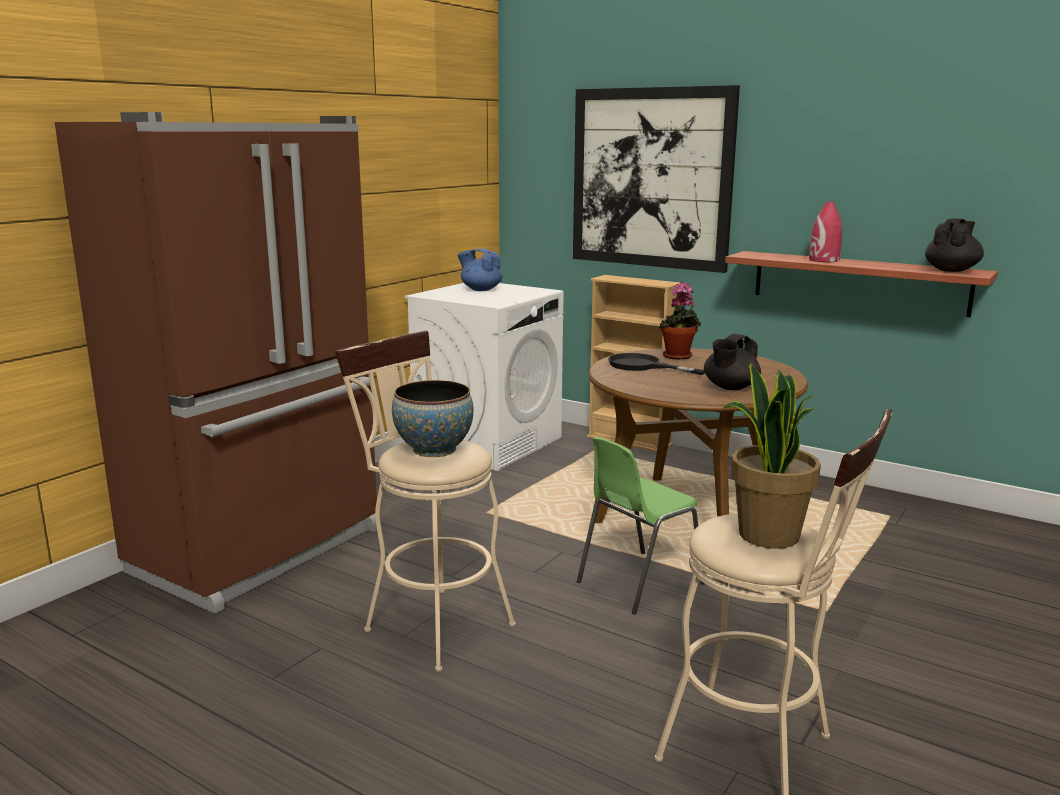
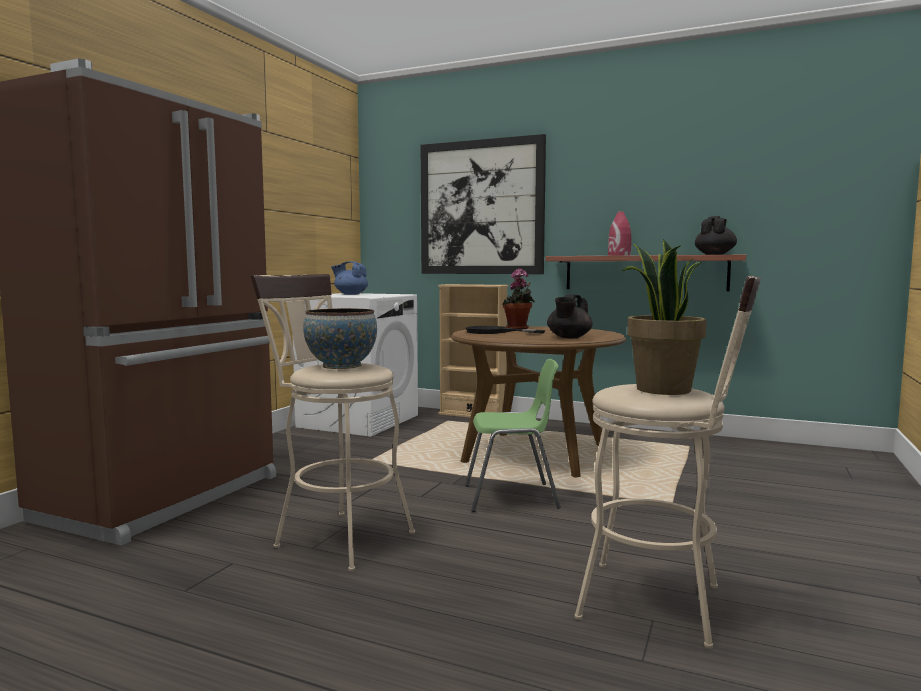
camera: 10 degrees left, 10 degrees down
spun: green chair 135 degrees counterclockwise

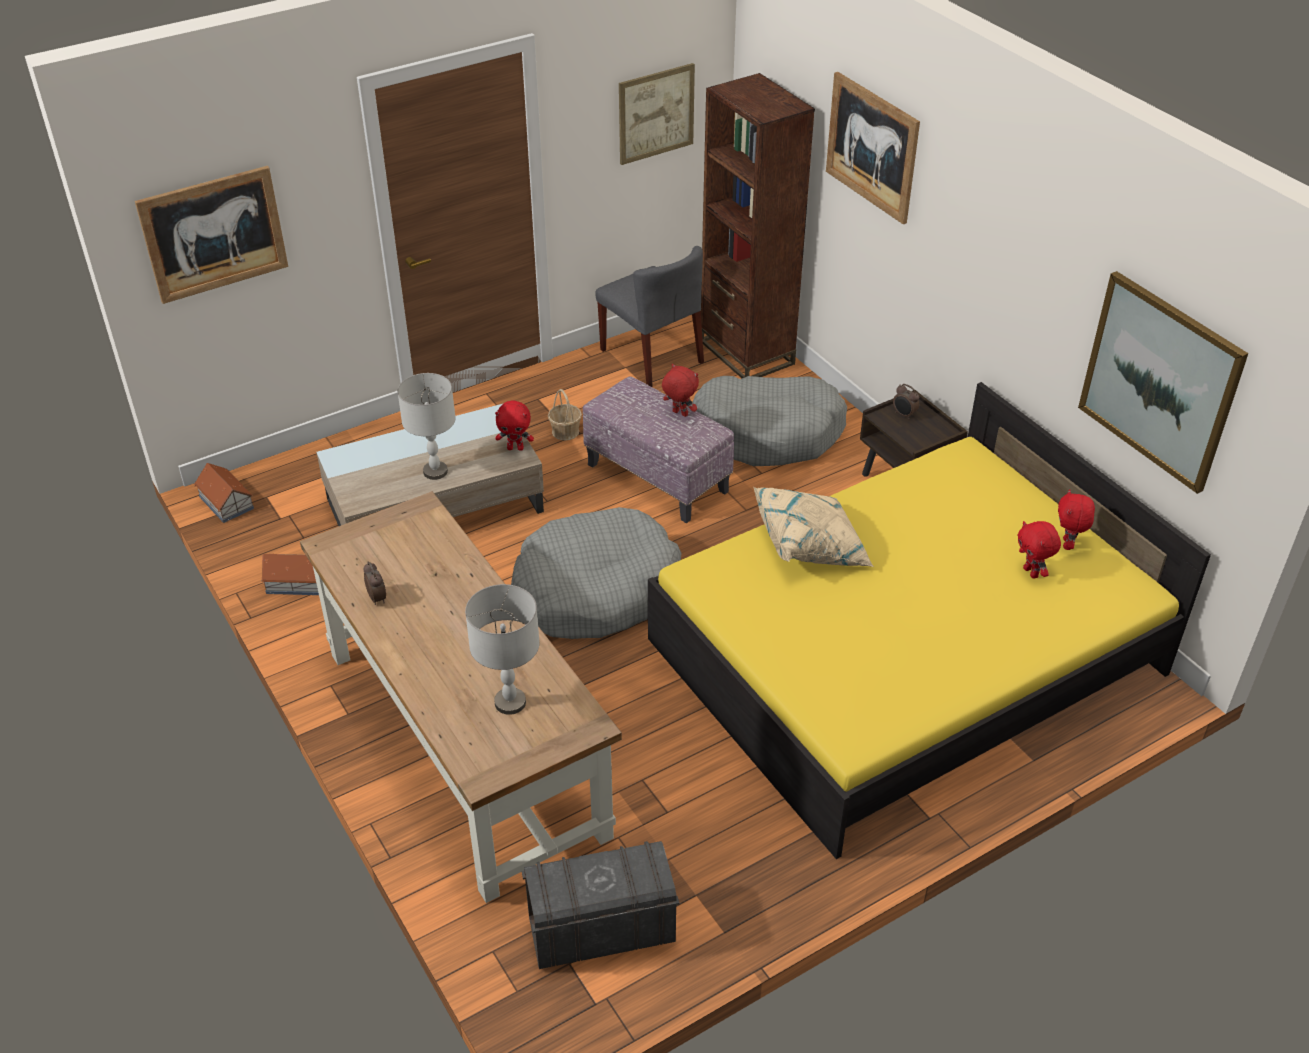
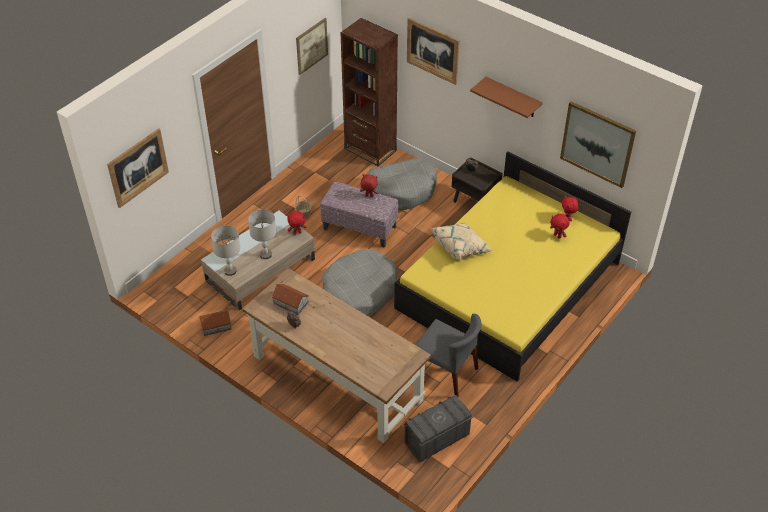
camera: 20 degrees left, 5 degrees up
appeared: brown shelf
relocated: grey chair; toy house (no. 1 from left in the first image) to toy house (no. 2 from left); grey table lamp (no. 2 from left in the first image) to grey table lamp (no. 1 from left)

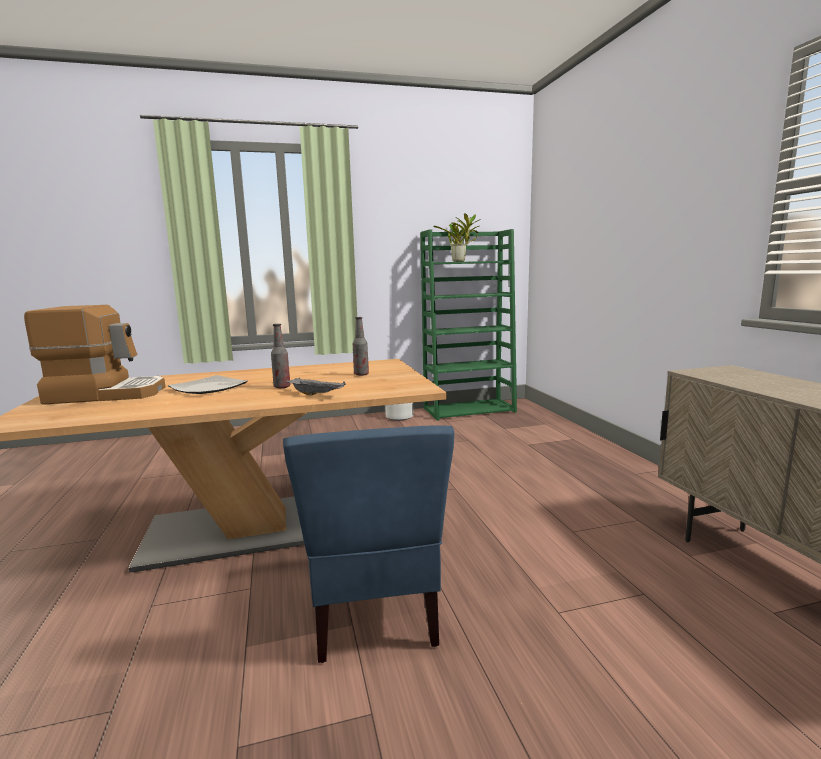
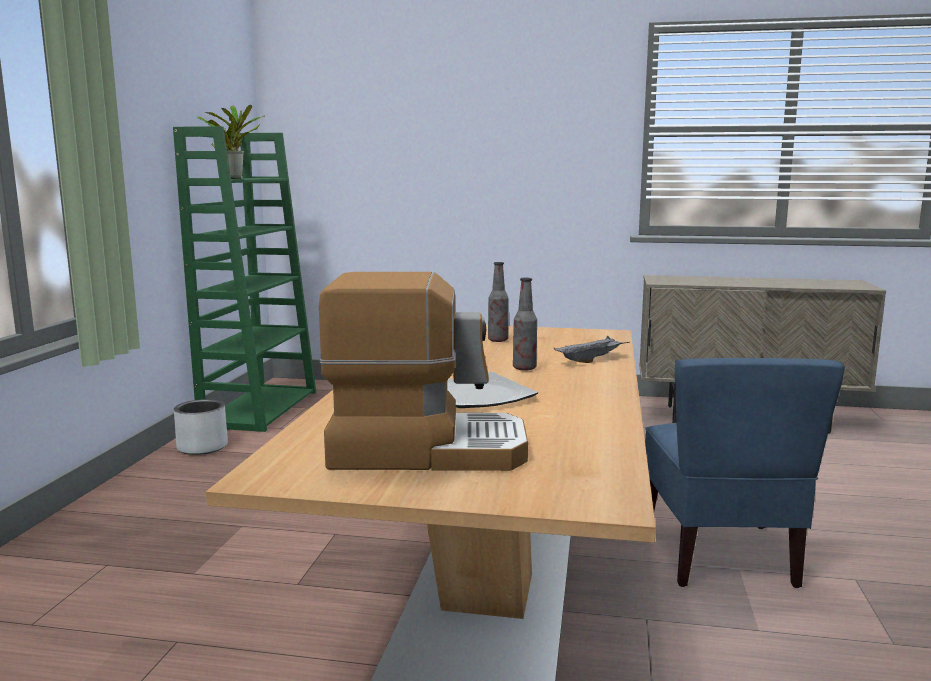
camera: 65 degrees left, 0 degrees up
spun: coffee machine 75 degrees clockwise; blue chair 75 degrees clockwise

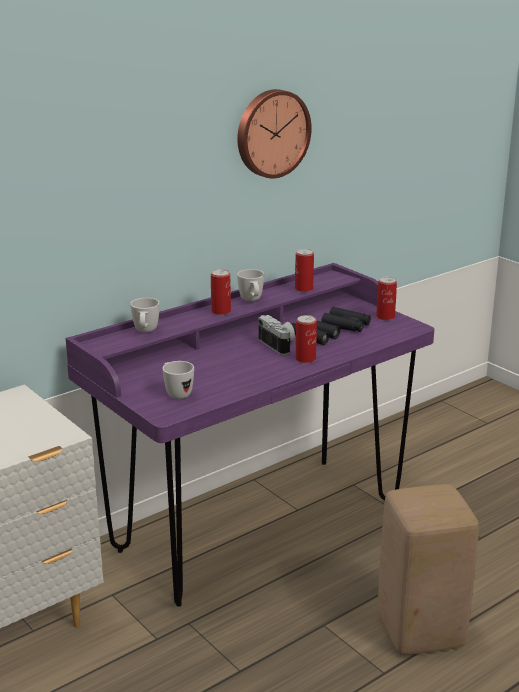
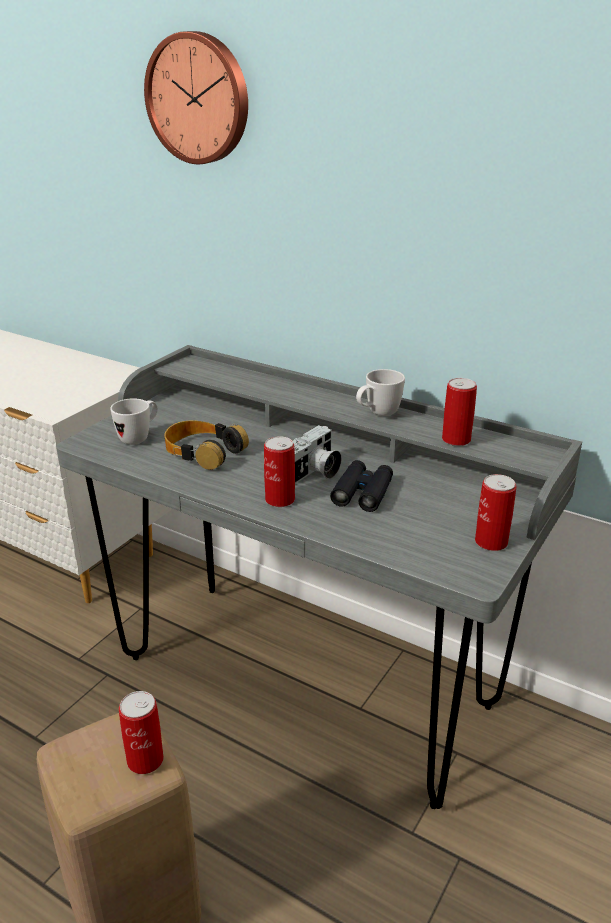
camera: 70 degrees right, 5 degrees up
missing: white mug (no. 1 from left); black binoculars (no. 2 from left)
appeared: headphones
relocated: wall clock; can (no. 1 from left)
colour: purple desk to grey desk

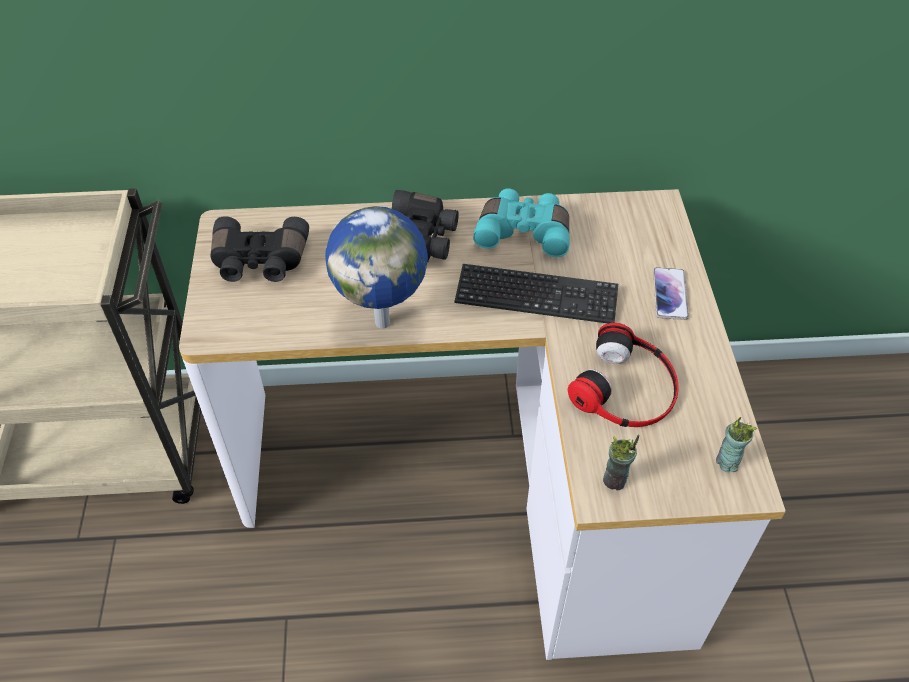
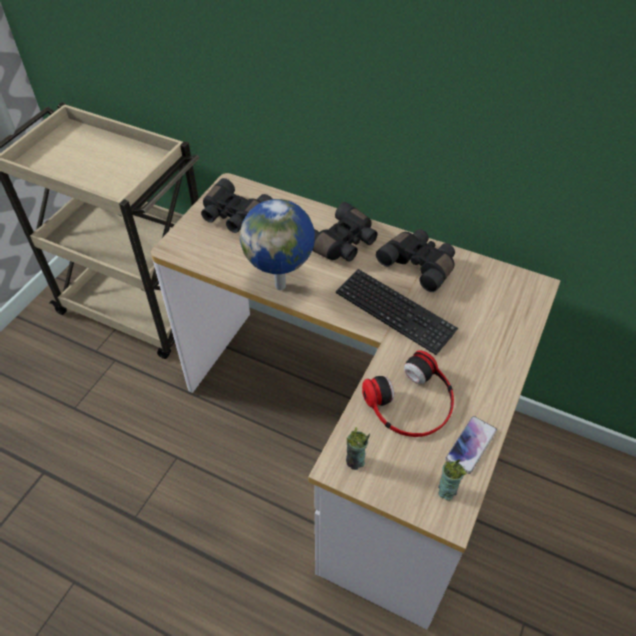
camera: 30 degrees right, 0 degrees up
relocated: phone
colour: turquoise binoculars to black binoculars (no. 3 from left)

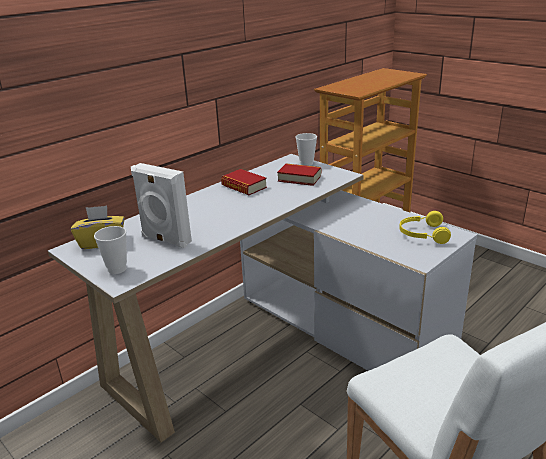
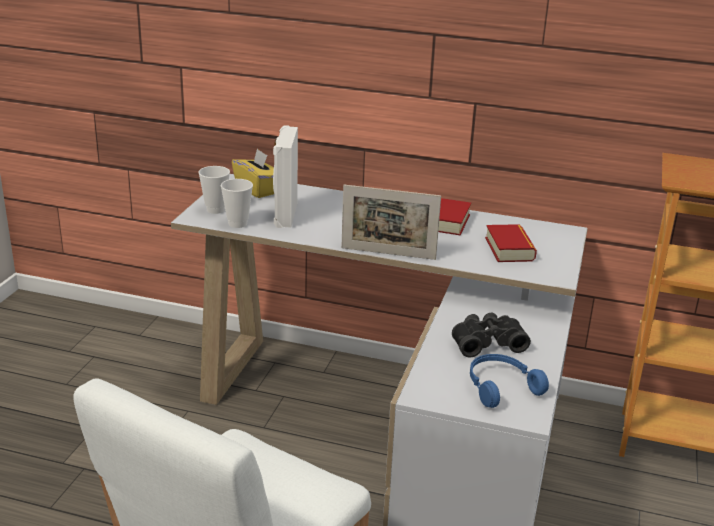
camera: 60 degrees right, 0 degrees up
appeared: picture frame; black binoculars
relocated: cup (no. 2 from left)
colour: yellow headphones to blue headphones

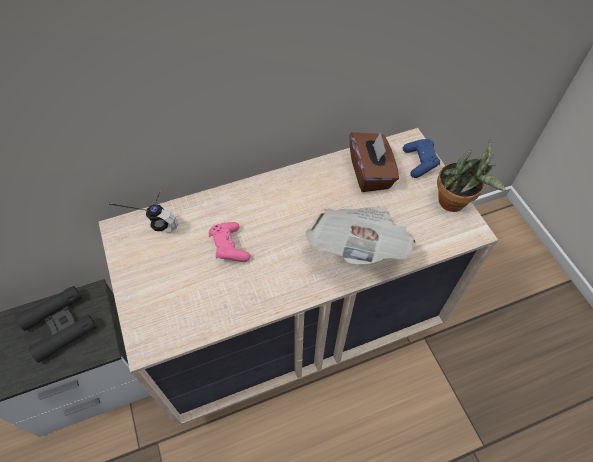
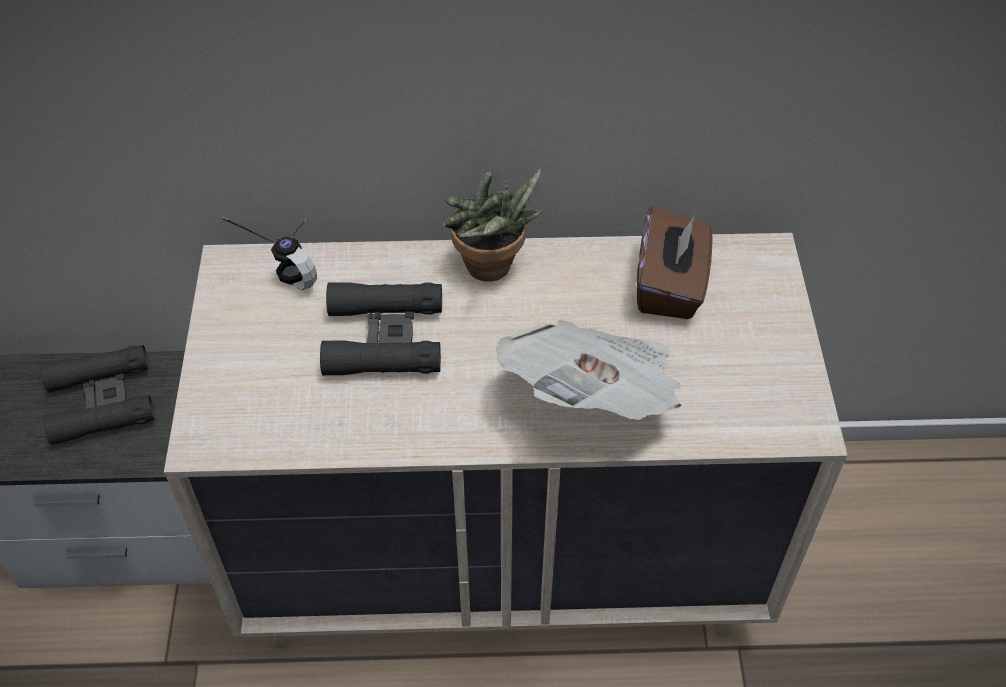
camera: 20 degrees right, 5 degrees down
missing: blue game controller
relocated: potted plant
exchanged: pink game controller to black binoculars (no. 2 from left)

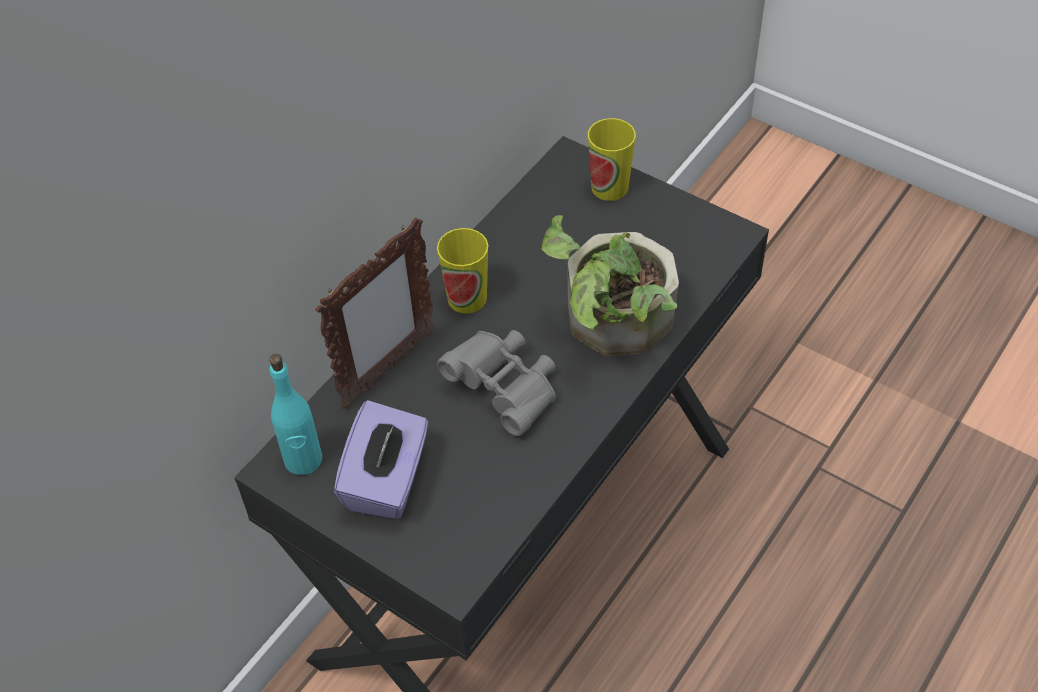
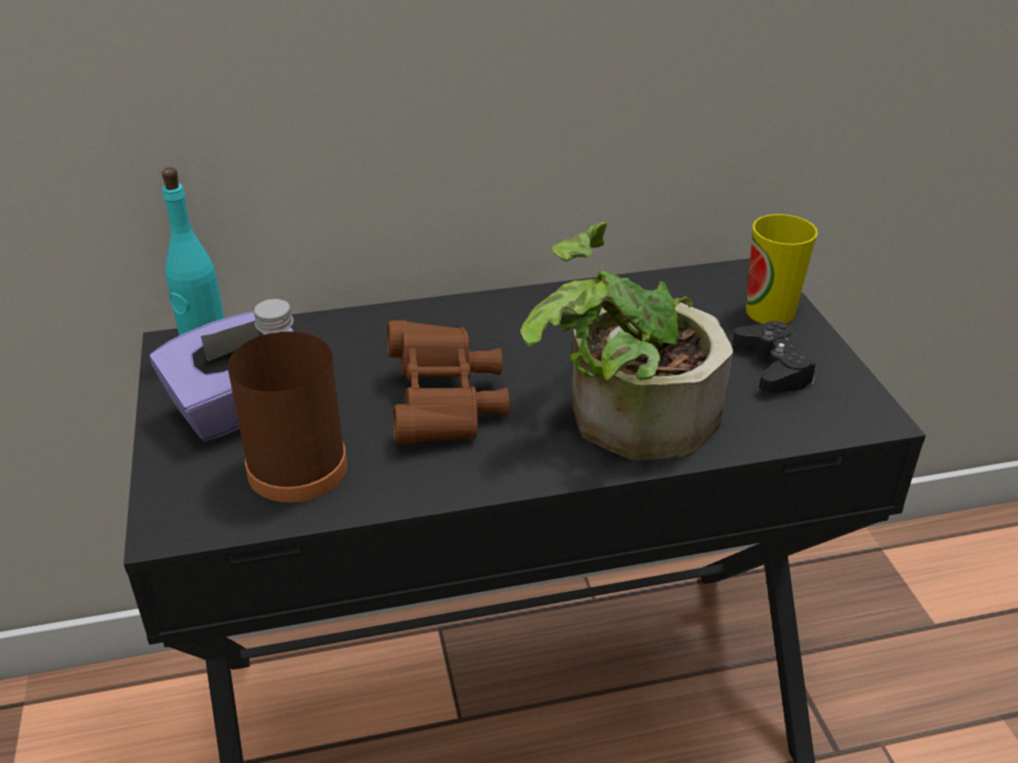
camera: 40 degrees right, 15 degrees down
missing: picture frame; cup (no. 1 from left)
appeared: brown bottle; black game controller
colour: grey binoculars to brown binoculars

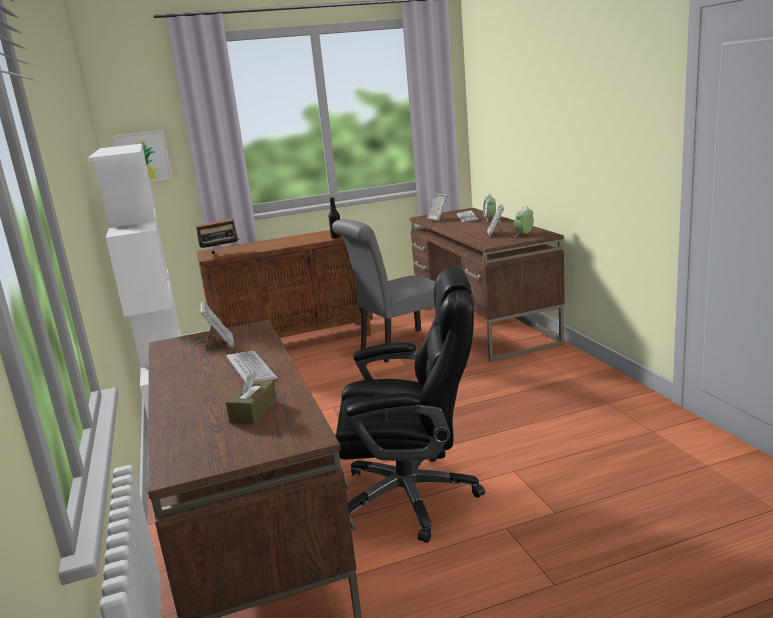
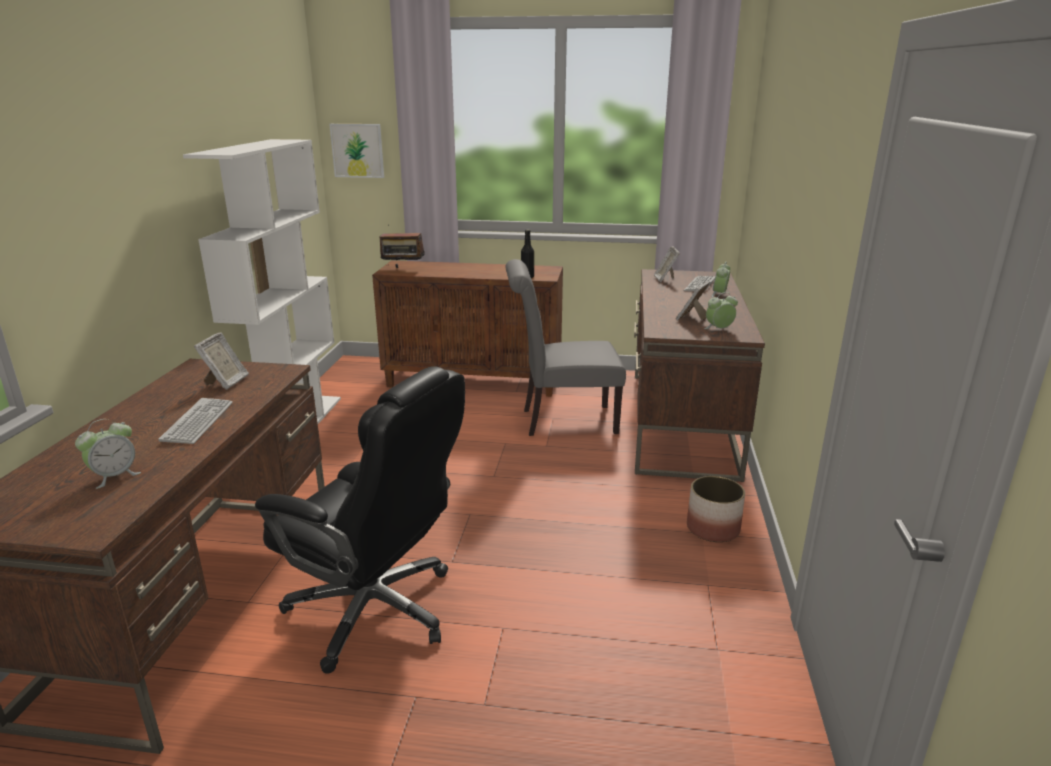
camera: 25 degrees right, 5 degrees up
appeared: planter
exchanged: brown tissue box to alarm clock (no. 1 from left)

